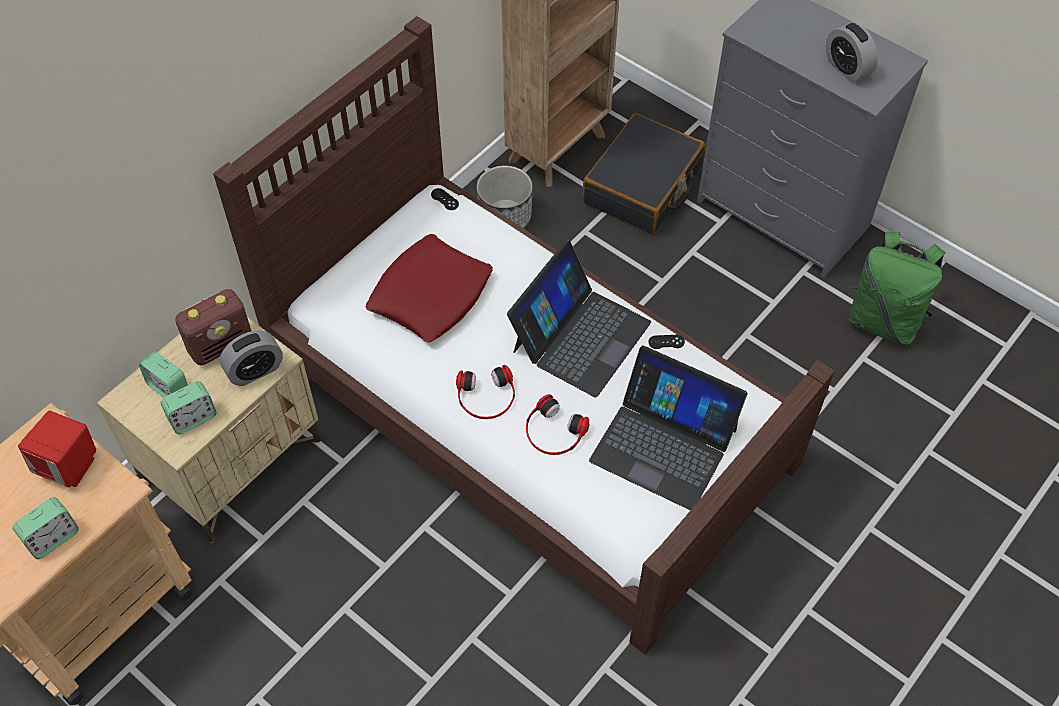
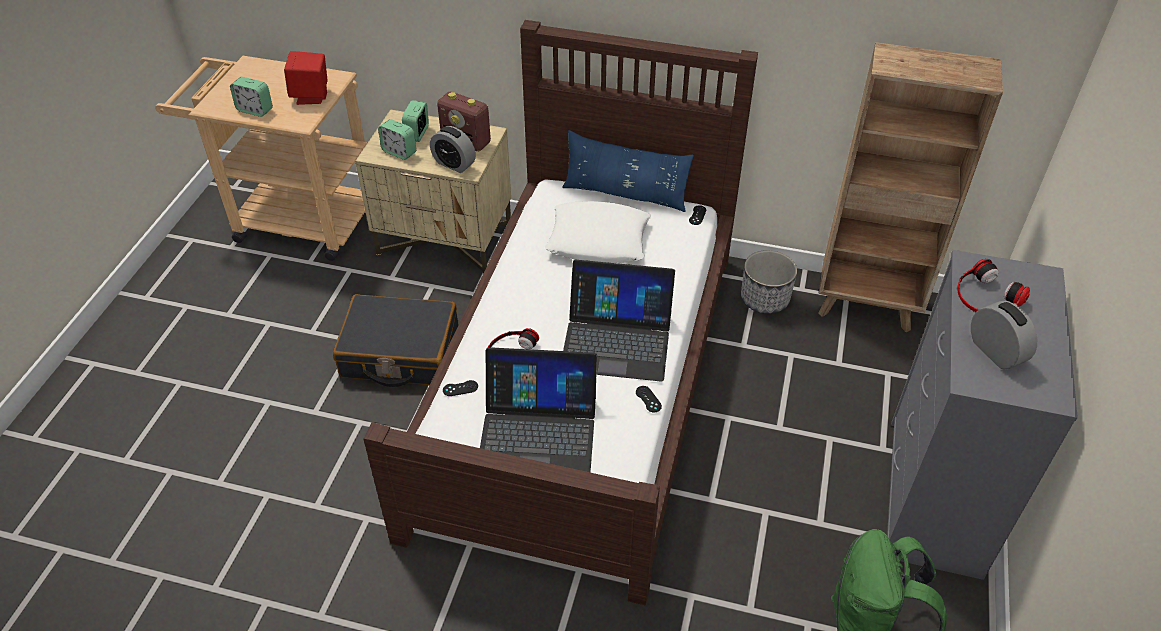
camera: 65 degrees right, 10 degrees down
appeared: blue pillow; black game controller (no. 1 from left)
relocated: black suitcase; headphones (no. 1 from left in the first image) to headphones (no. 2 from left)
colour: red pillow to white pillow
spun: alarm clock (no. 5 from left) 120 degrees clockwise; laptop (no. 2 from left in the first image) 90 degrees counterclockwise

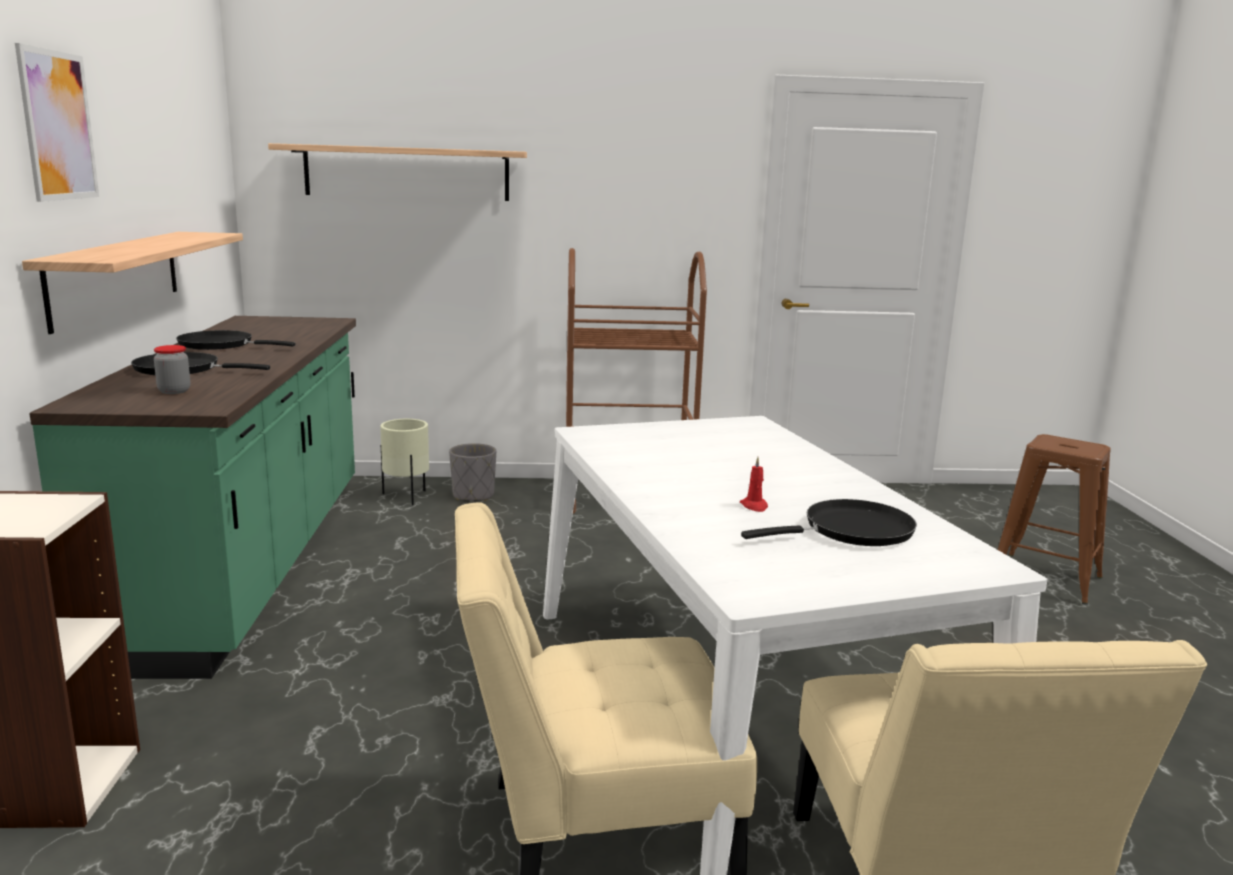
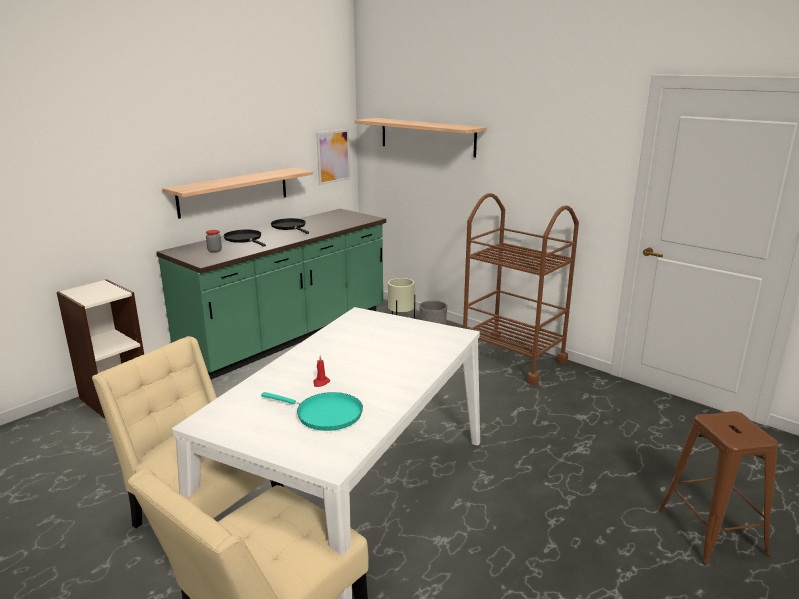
camera: 45 degrees right, 5 degrees up
relocated: picture
colour: black frying pan (no. 3 from left) to turquoise frying pan

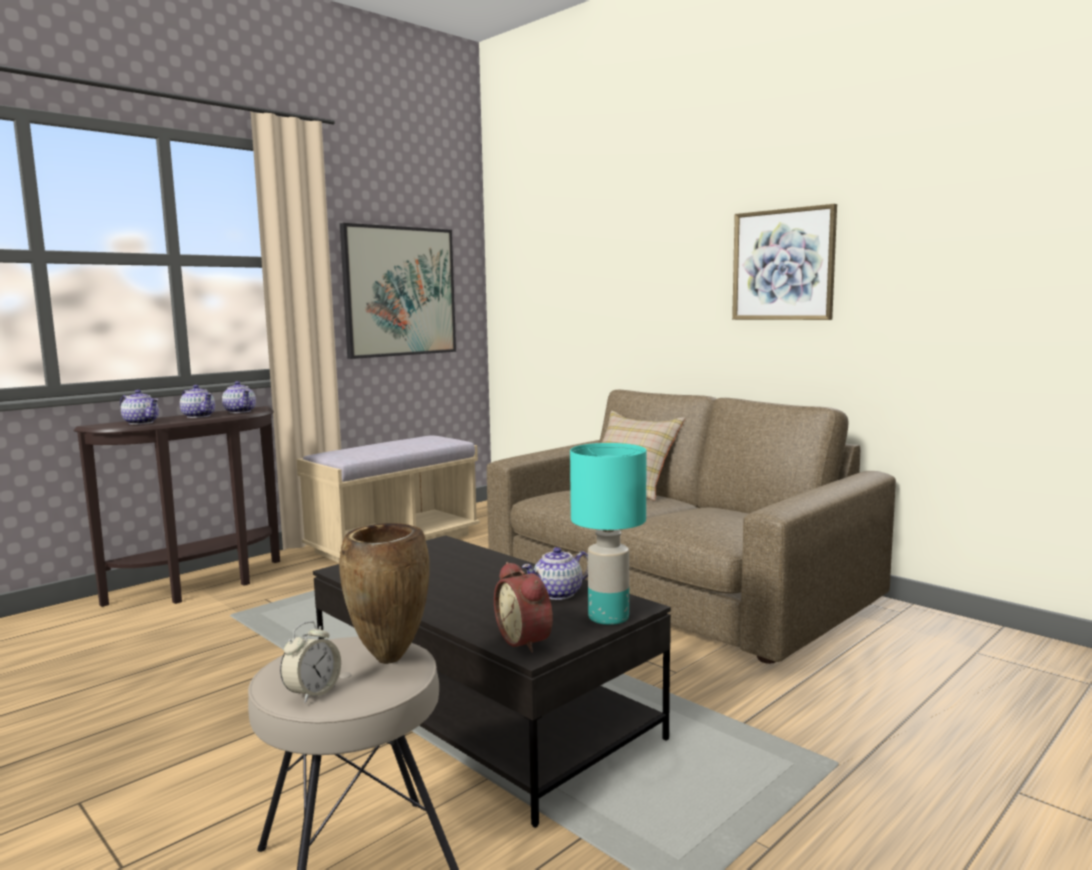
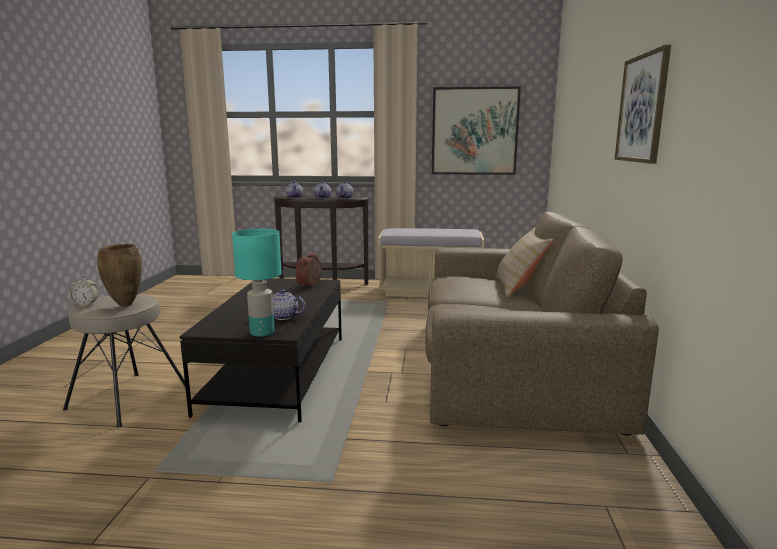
camera: 50 degrees right, 5 degrees up
relocated: alarm clock (no. 2 from left)

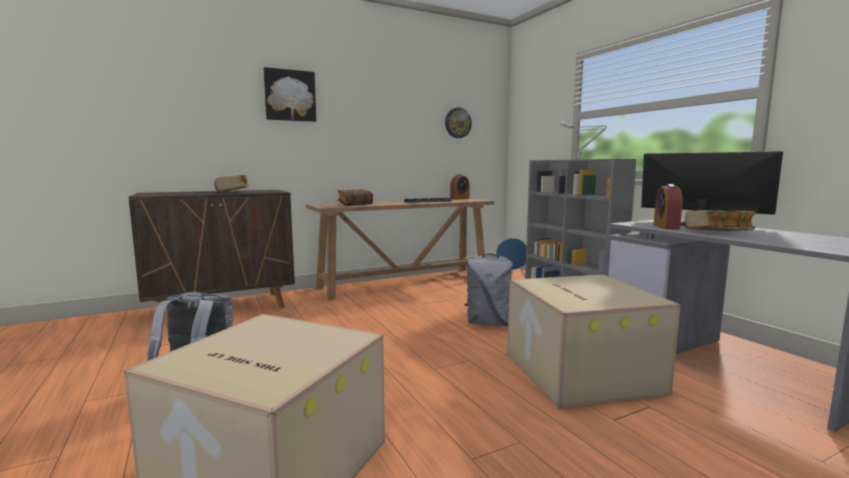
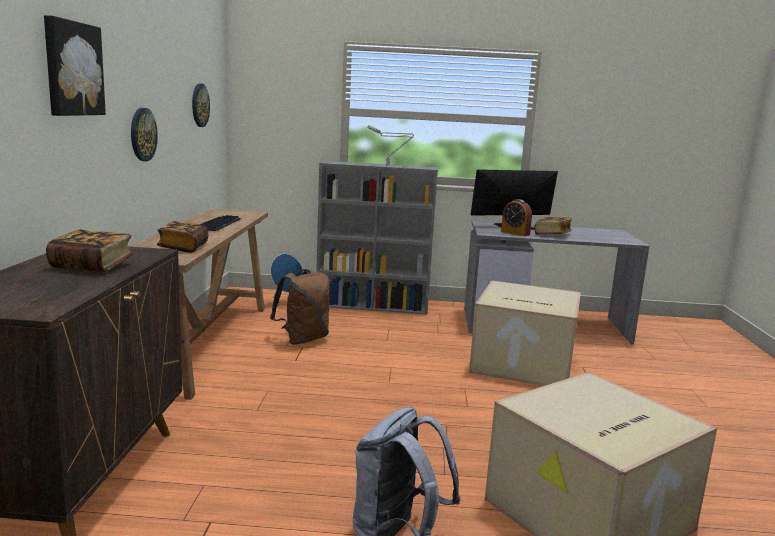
camera: 60 degrees left, 5 degrees up
missing: alarm clock (no. 1 from left); grey backpack (no. 2 from left)
appeared: wall clock (no. 1 from left); brown backpack

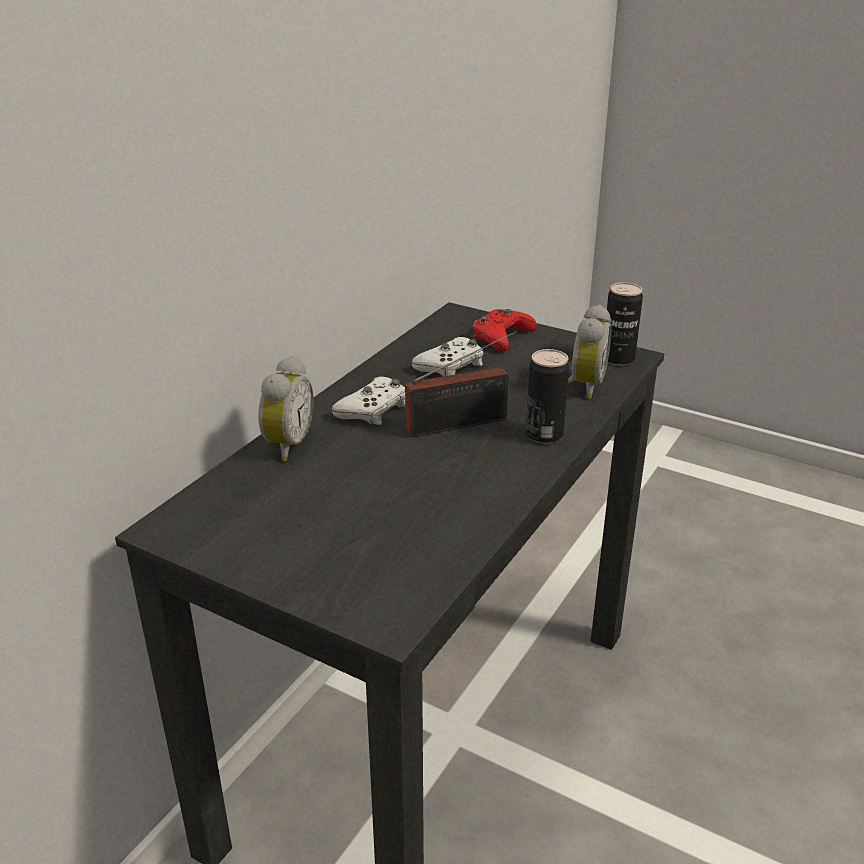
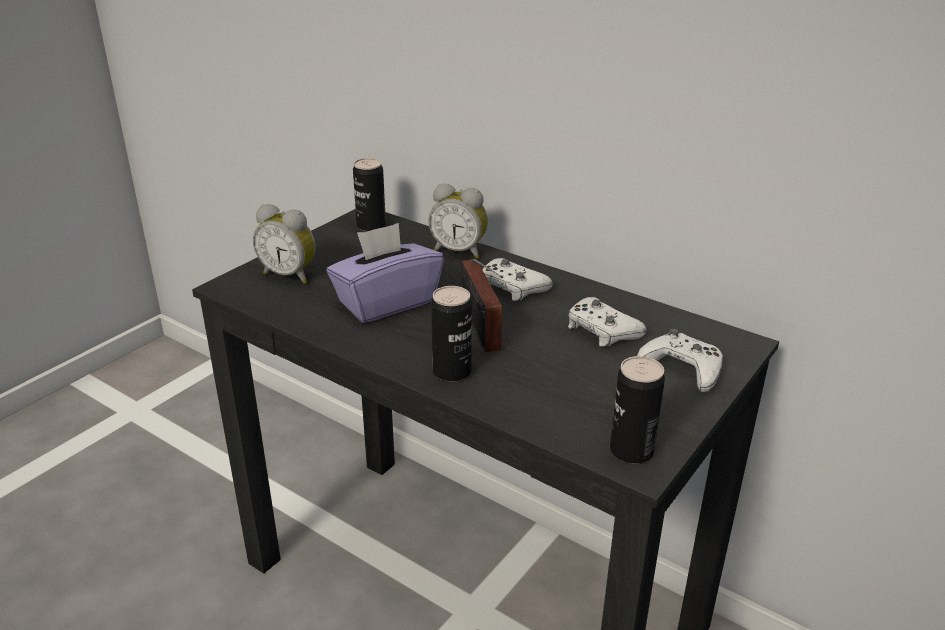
camera: 95 degrees right, 0 degrees up
appeared: can (no. 1 from left); purple tissue box
relocated: alarm clock (no. 2 from left in the first image) to alarm clock (no. 1 from left)
colour: red game controller to white game controller (no. 3 from left)

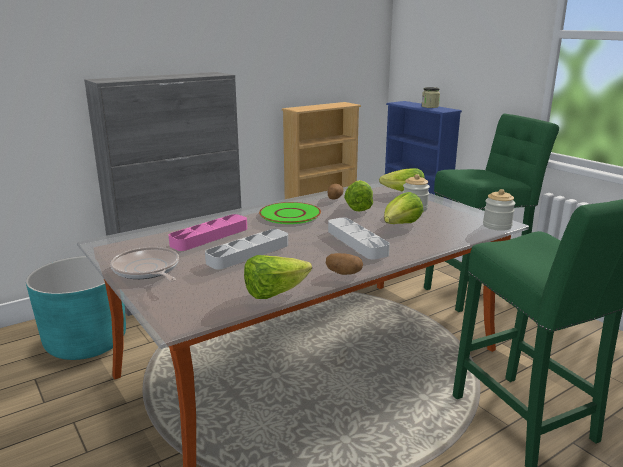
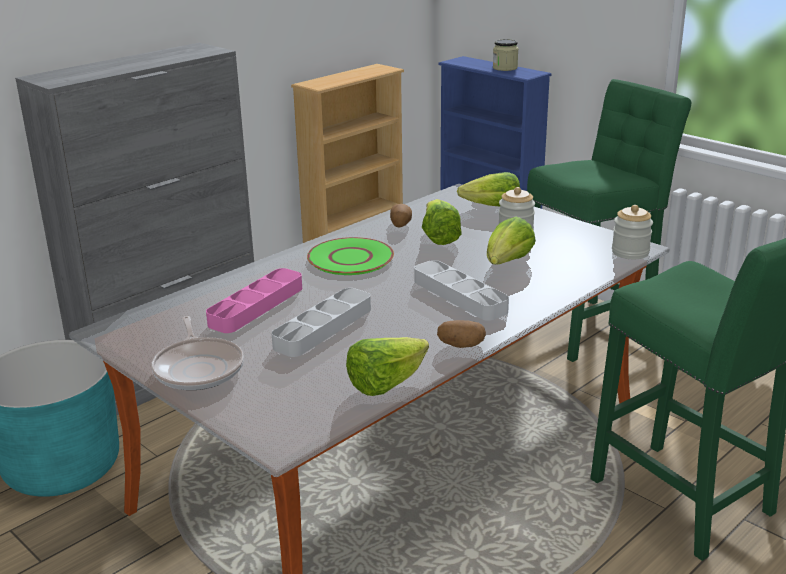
camera: 10 degrees left, 5 degrees up
spun: frying pan 150 degrees counterclockwise

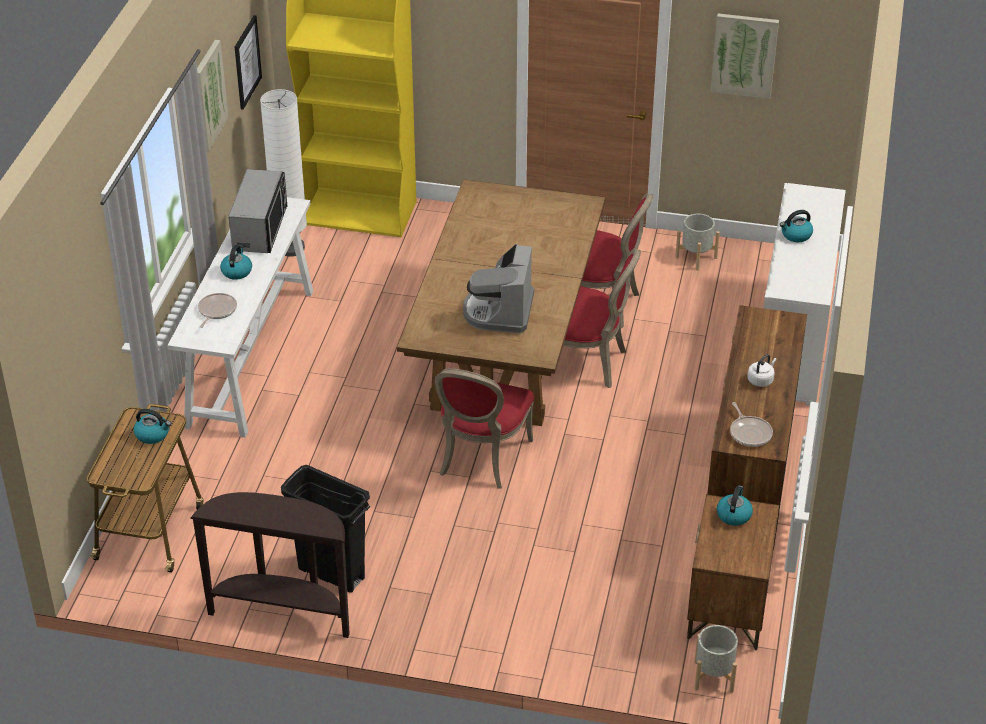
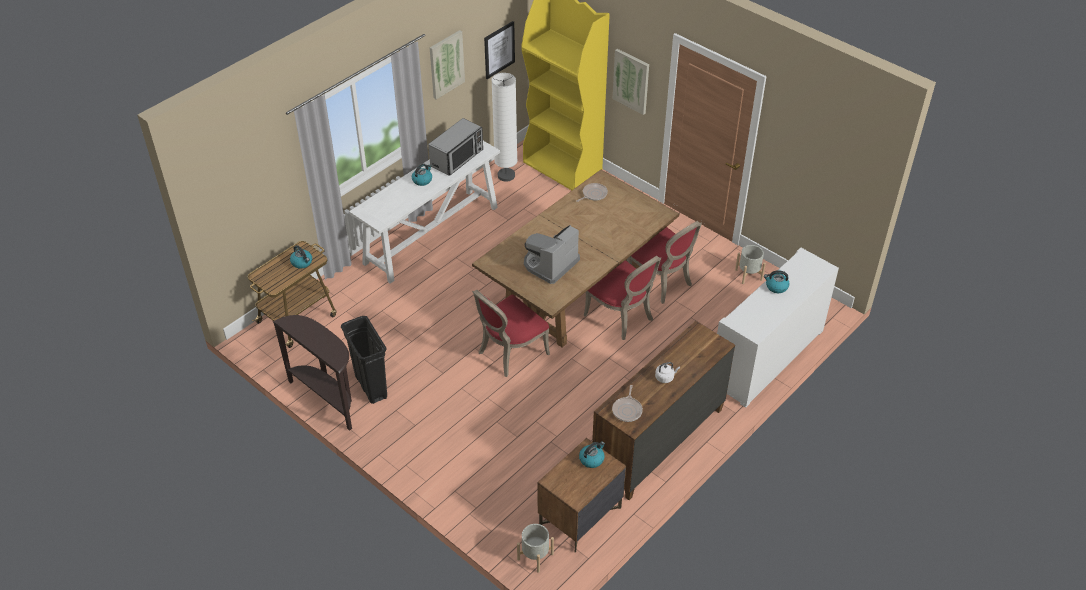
camera: 30 degrees right, 5 degrees up
relocated: picture (no. 3 from left); frying pan (no. 1 from left)

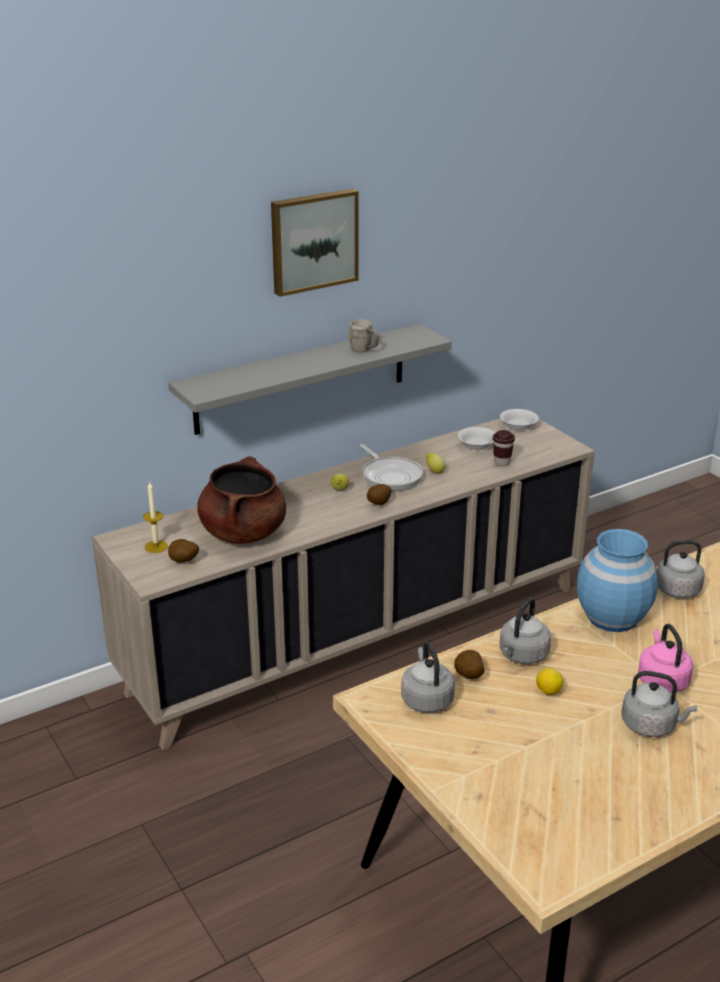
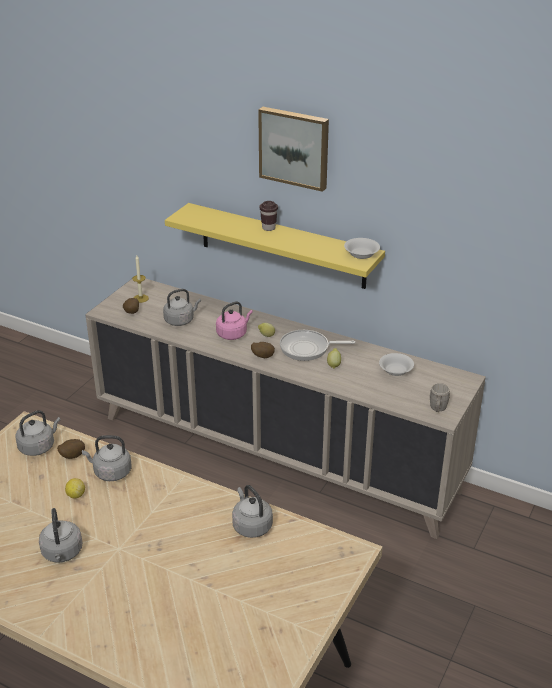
camera: 60 degrees right, 5 degrees up
missing: blue vase
relocated: grey mug; white bowl (no. 2 from left in the first image) to white bowl (no. 1 from left); brown cup; pink kettle
exchanged: brown cooking pot to grey kettle (no. 4 from left)
colour: grey shelf to yellow shelf
spun: frying pan 60 degrees clockwise

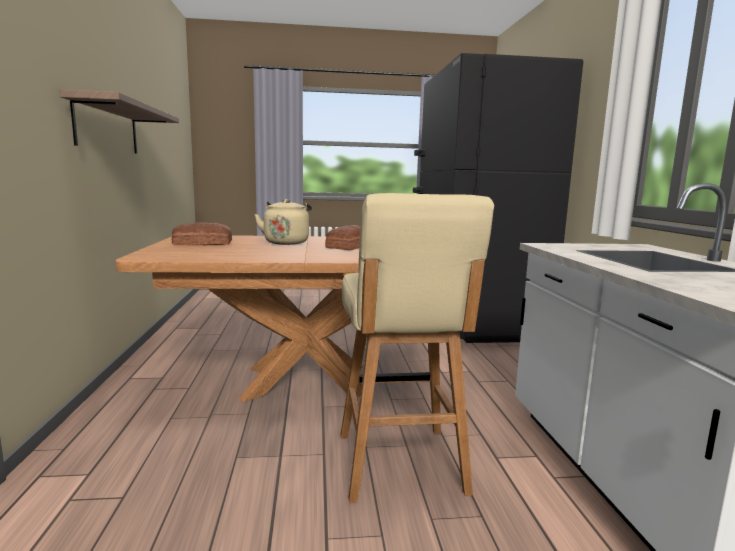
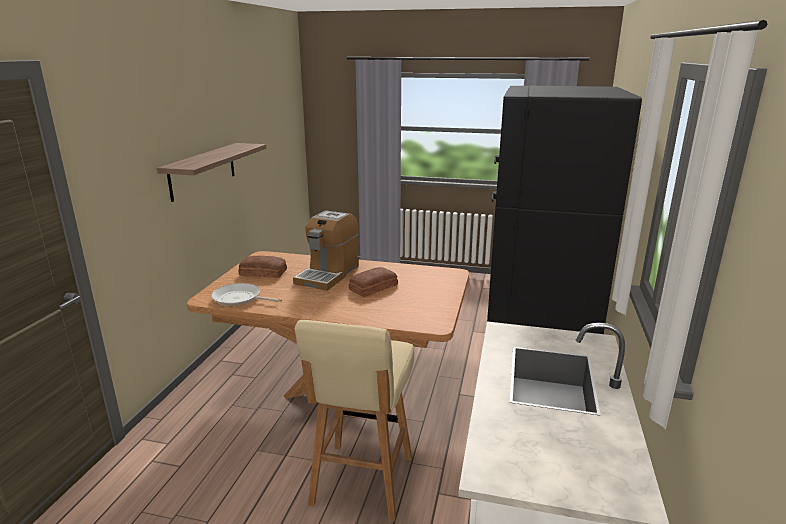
camera: 20 degrees right, 10 degrees up
appeared: frying pan
exchanged: beige kettle to coffee machine

